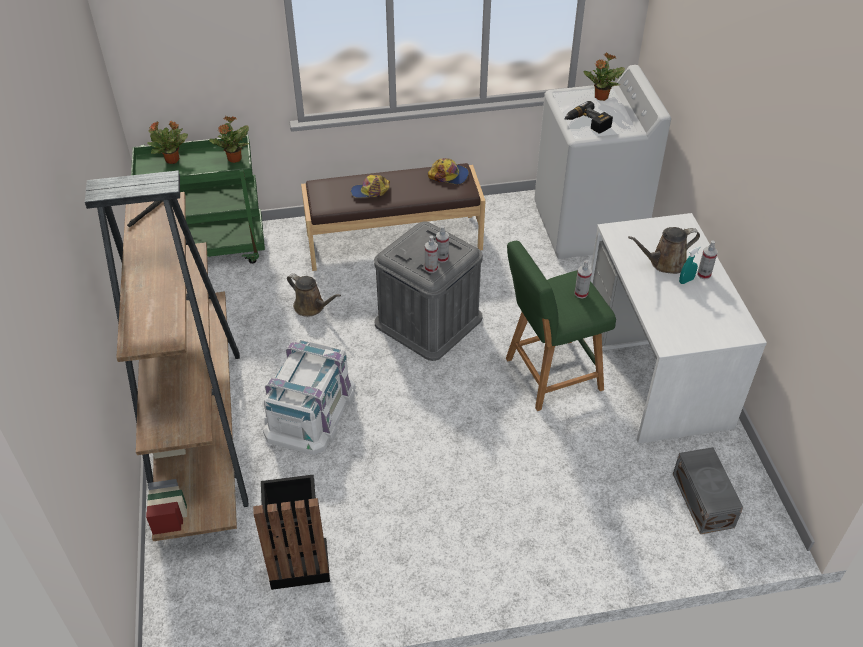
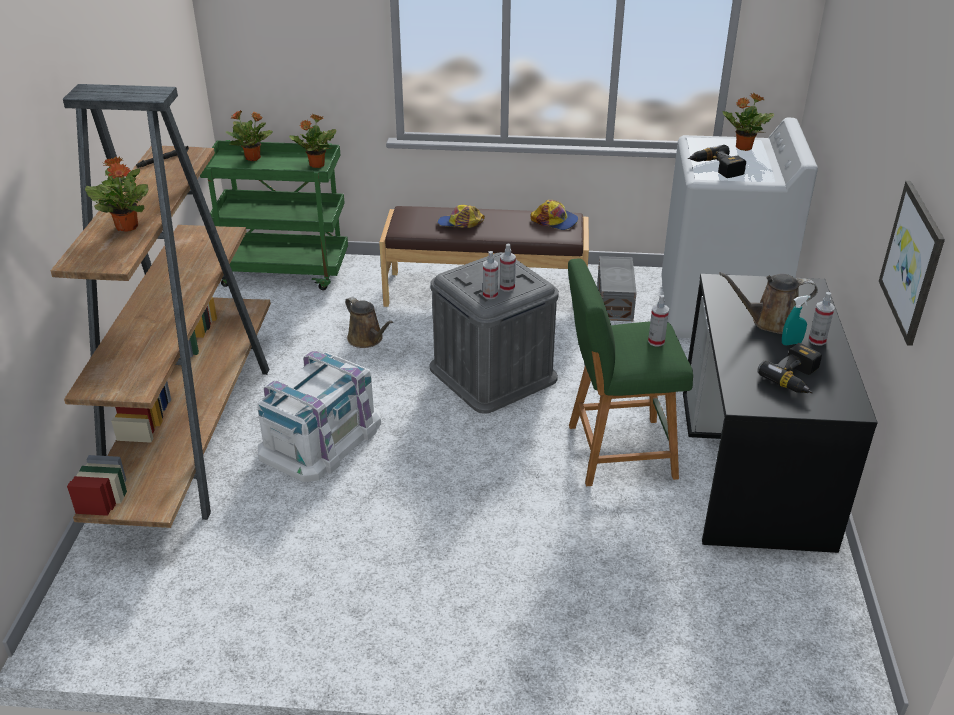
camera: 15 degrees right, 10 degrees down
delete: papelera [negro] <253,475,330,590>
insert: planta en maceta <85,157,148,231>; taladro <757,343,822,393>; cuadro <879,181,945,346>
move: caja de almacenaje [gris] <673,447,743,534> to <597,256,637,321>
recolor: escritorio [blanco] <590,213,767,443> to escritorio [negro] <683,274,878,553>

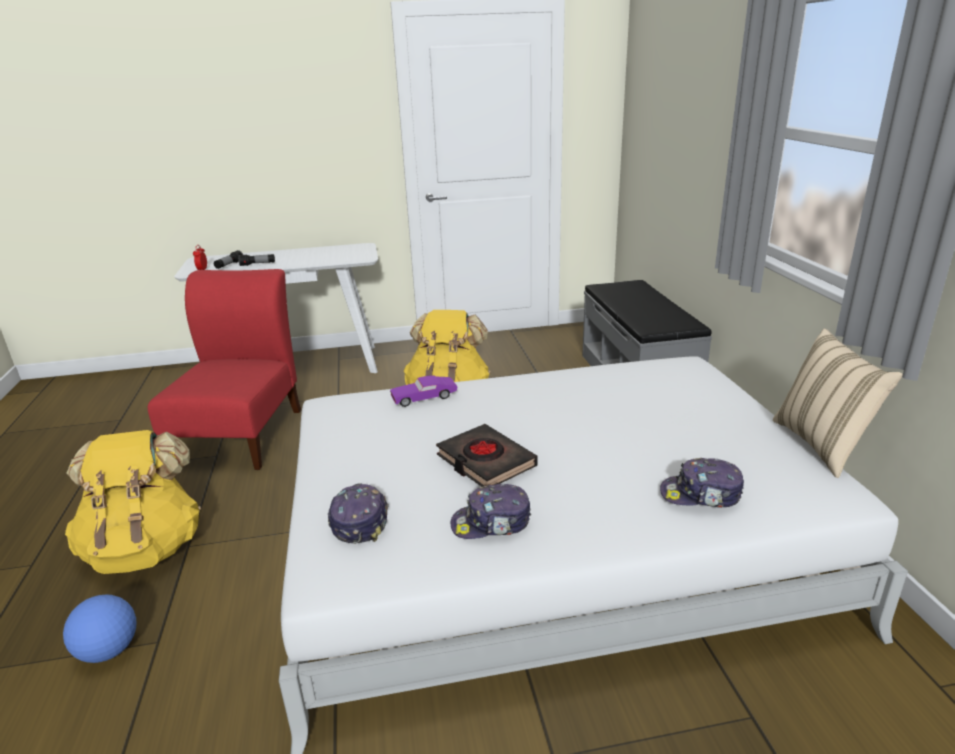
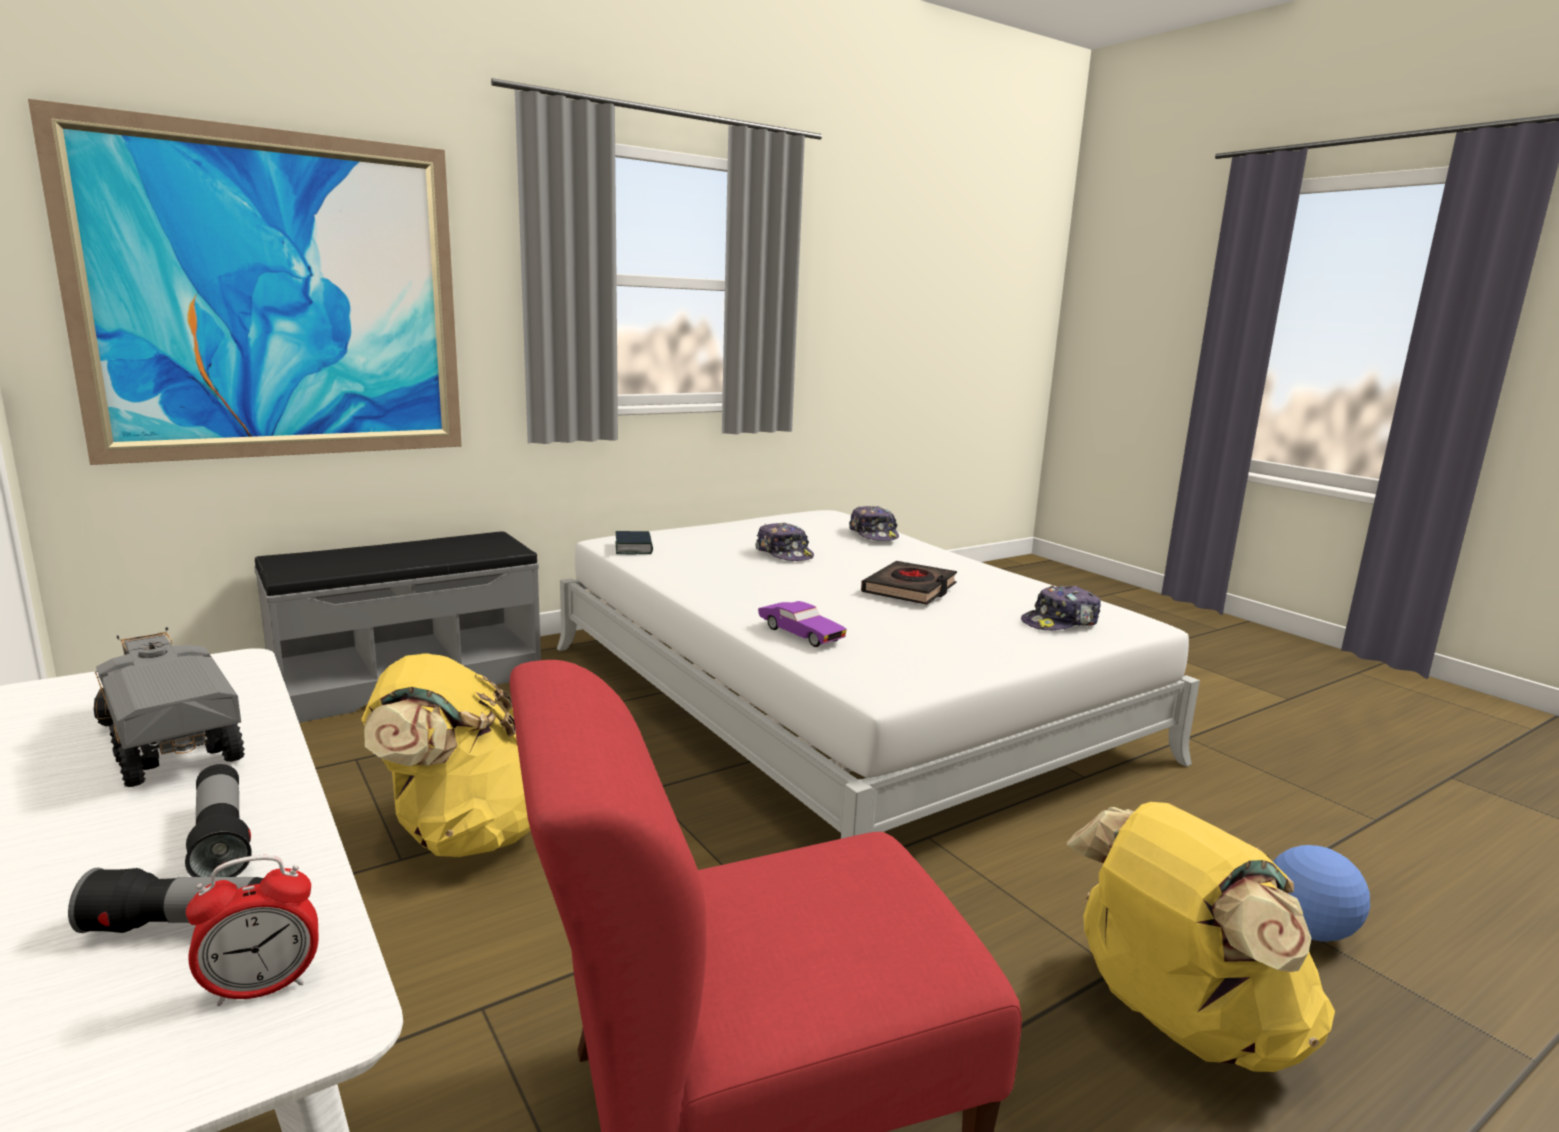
camera: 115 degrees left, 10 degrees down
delete: cojín [beis] <773,328,903,478>
insert: cuadro <28,99,462,465>; camión de juguete <94,627,245,787>; libro <615,531,653,554>
move: gorra <451,484,531,539> to <756,523,814,561>

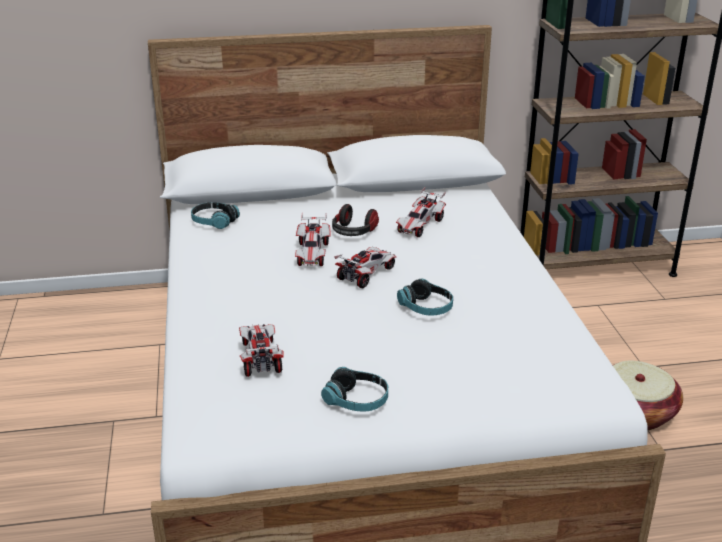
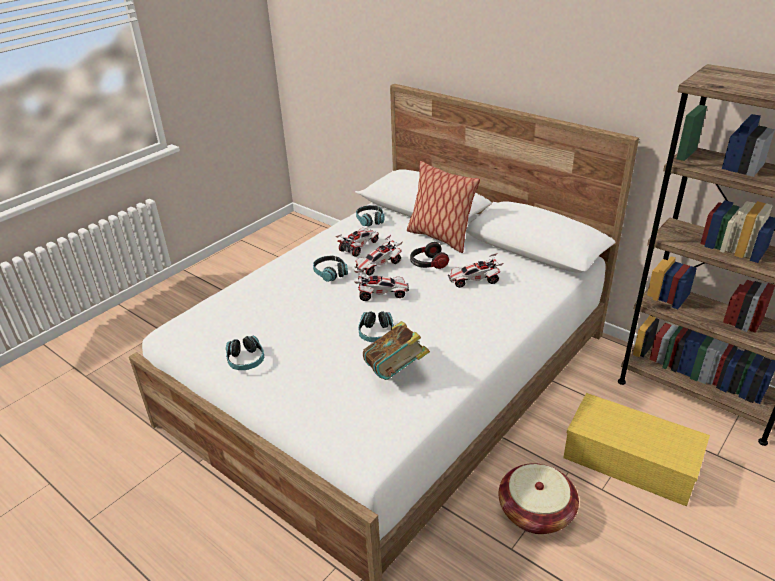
camera: 50 degrees right, 5 degrees up
insert: auriculares <313,256,348,282>; libro <363,321,430,380>; cojín <407,161,480,253>; caja de almacenaje [amarillo] <563,393,710,507>
move: coche de juguete <239,324,284,377> to <336,228,379,257>

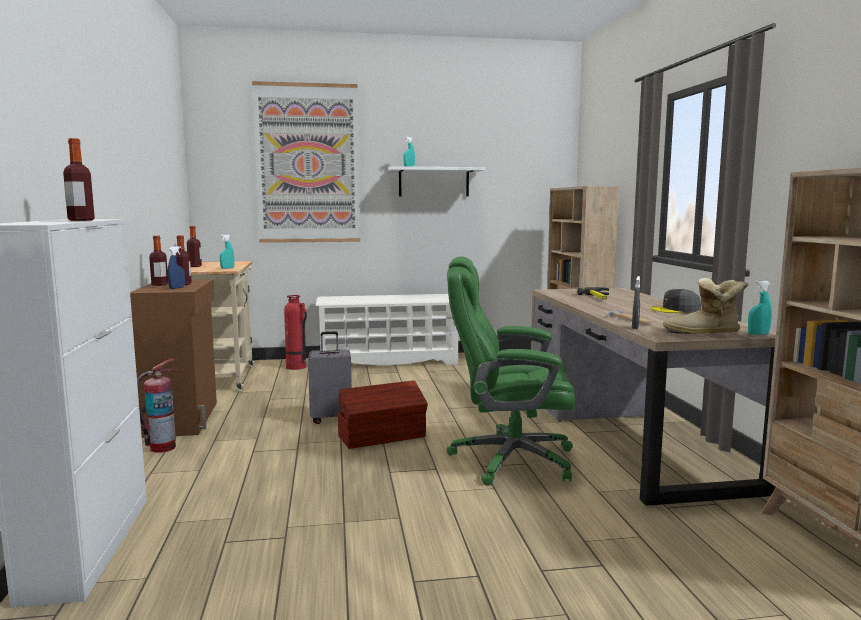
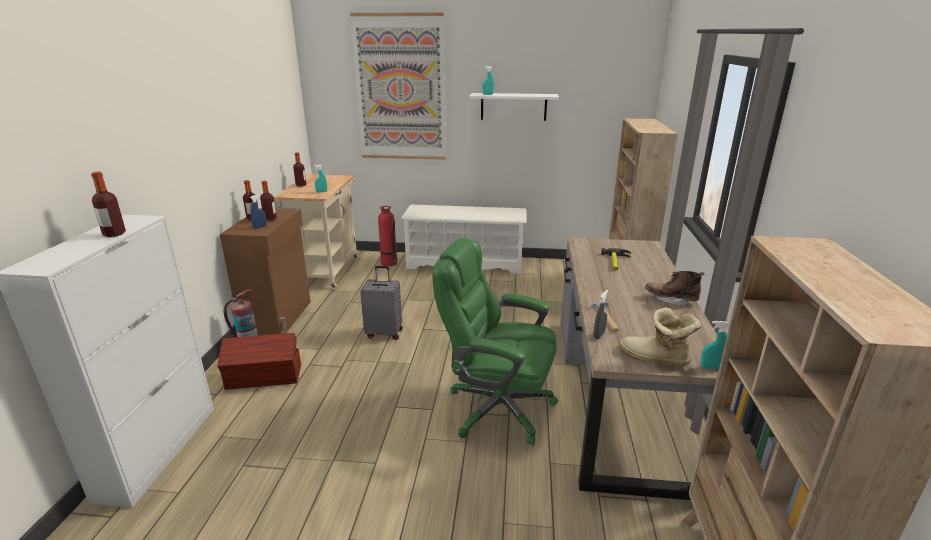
camera: 15 degrees right, 15 degrees up
move: caja de almacenaje [marrón] <338,380,428,449> to <217,333,301,390>
replace: gorra [gris] <650,289,701,313> to bota [marrón] <645,271,705,307>

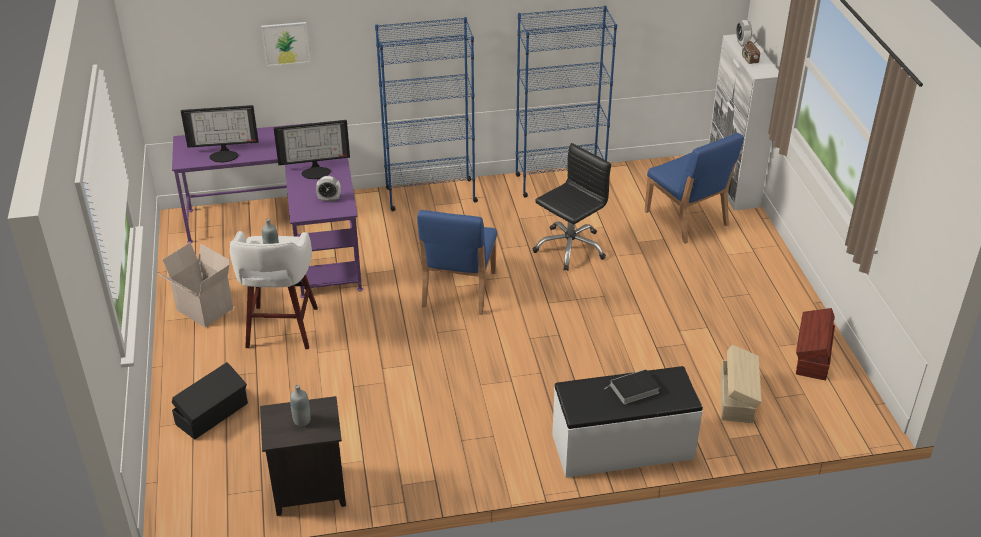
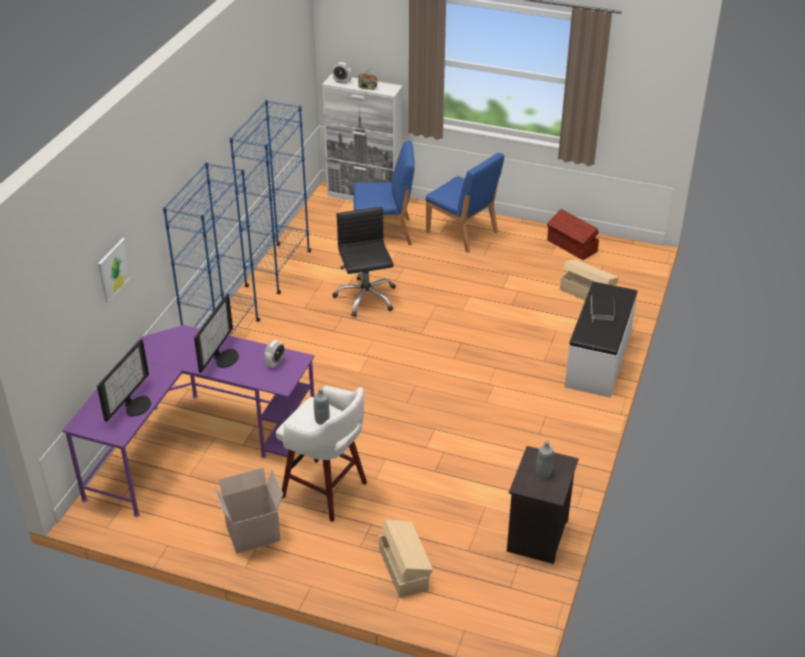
camera: 60 degrees left, 0 degrees up
move: silla [azul] <417,210,497,315> to <425,153,504,253>
recolor: caja de almacenaje [negro] <172,362,248,439> to caja de almacenaje [beis] <379,520,433,598>

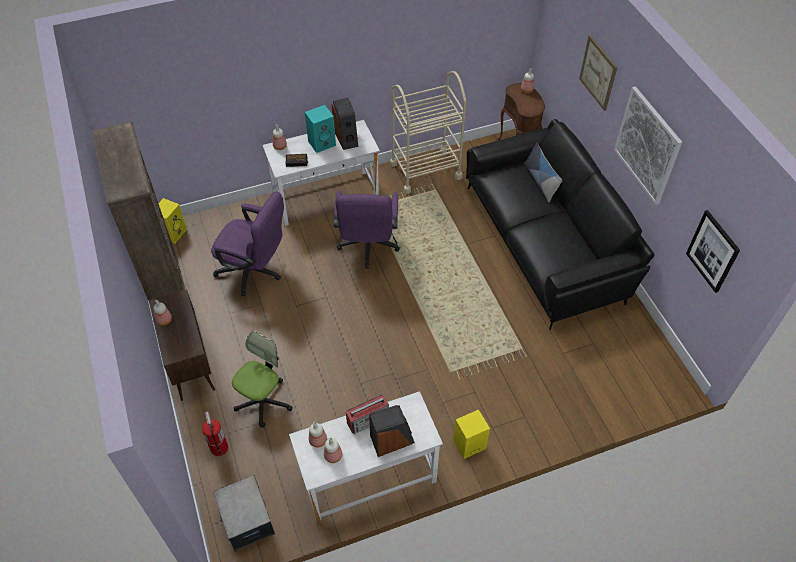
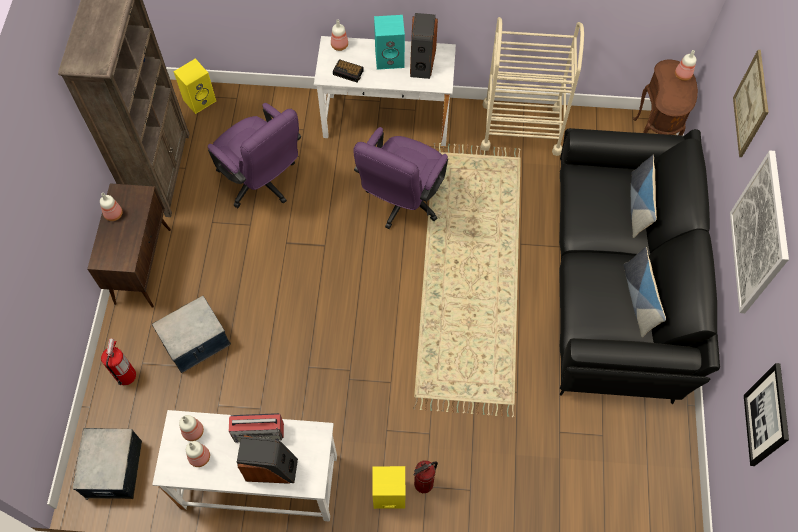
camera: 25 degrees right, 10 degrees up
insert: extintor <413,460,438,493>; cojín <623,247,666,337>
replace: silla de oficina <232,331,293,428> to caja de almacenaje <152,296,231,373>

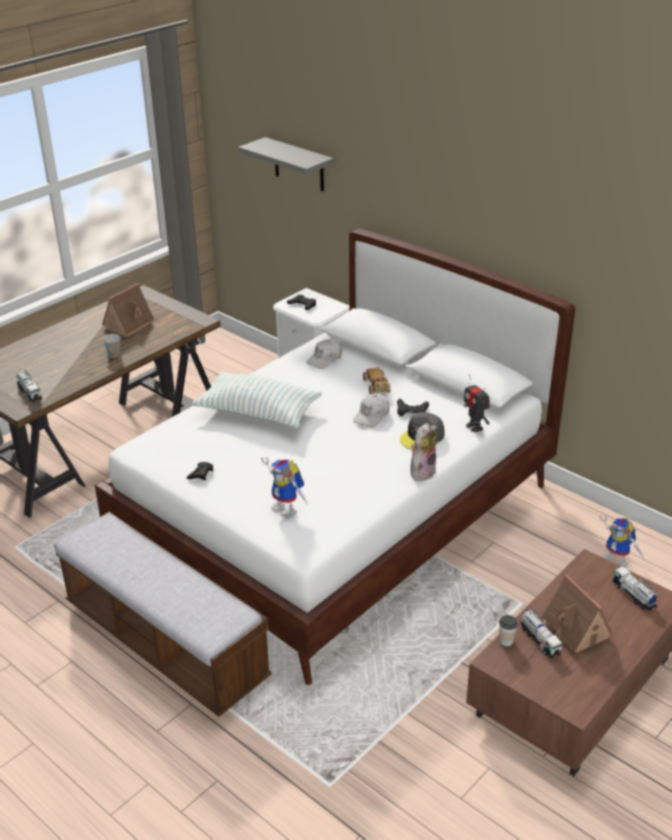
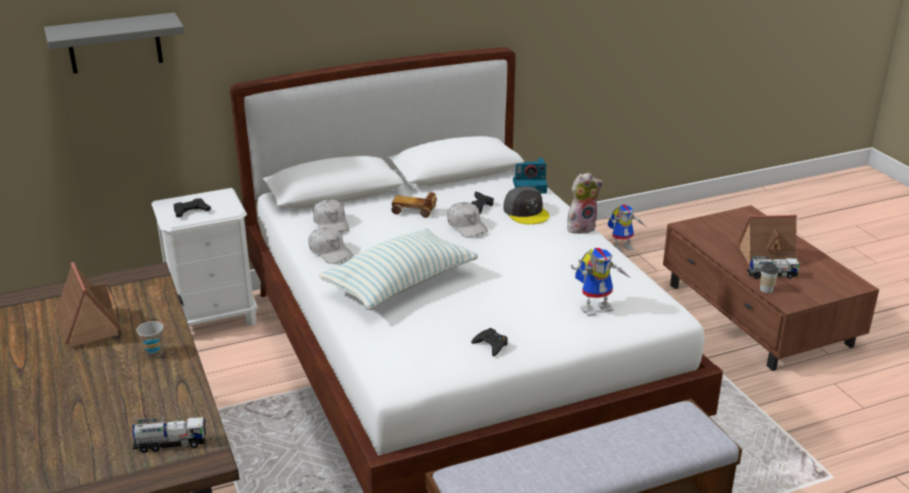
camera: 65 degrees left, 5 degrees down
delete: camión de juguete <613,566,657,611>
insert: gorra [blanco] <308,227,353,264>
replace: robot de juguete <464,374,490,432> to cámara <513,158,547,194>
rotate: peluche <410,423,437,481> = <567,172,603,234> 90 degrees clockwise

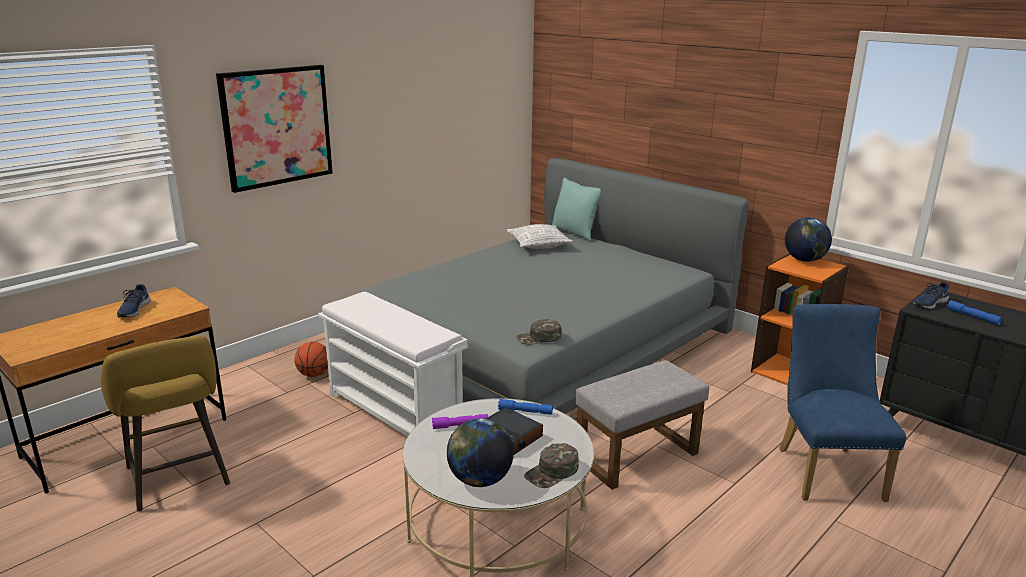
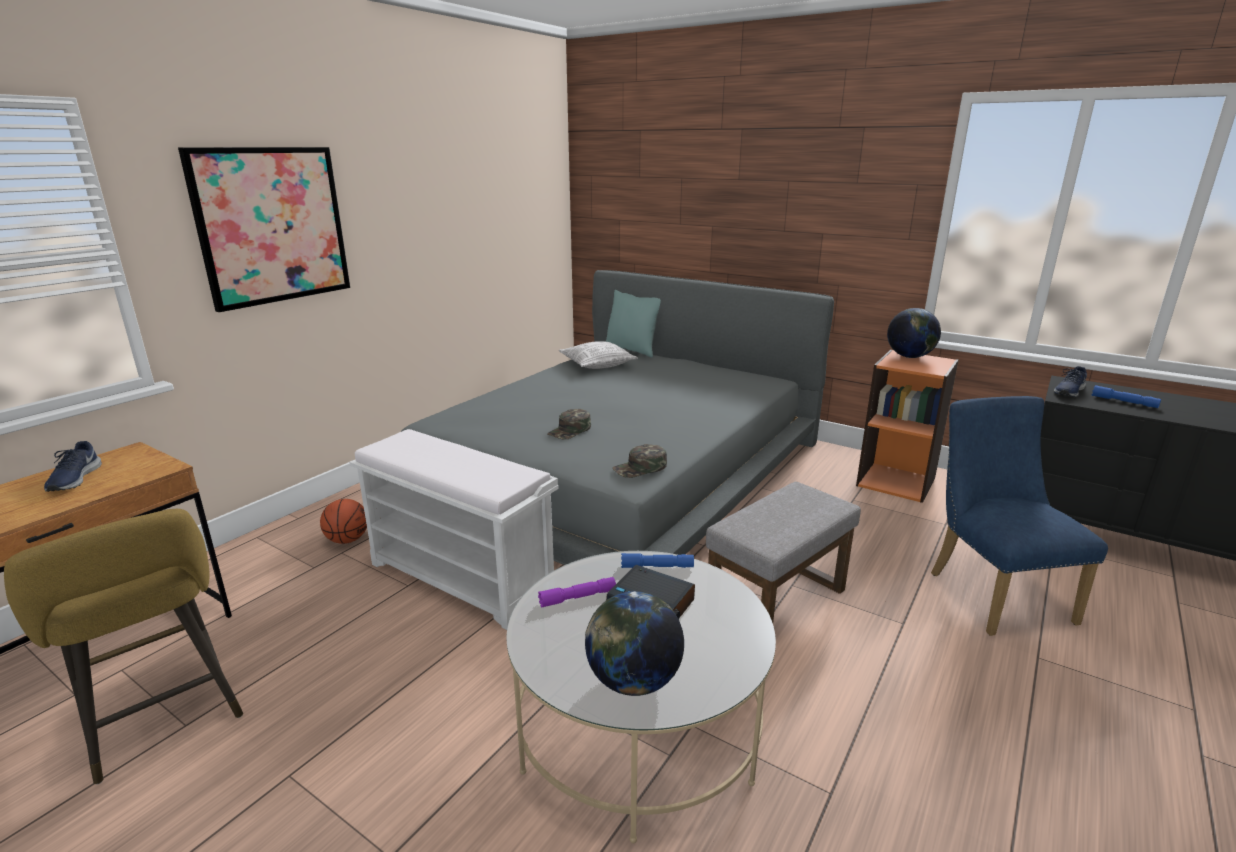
camera: 10 degrees left, 0 degrees up
move: gorra [verde] <524,443,579,488> to <547,409,591,440>

